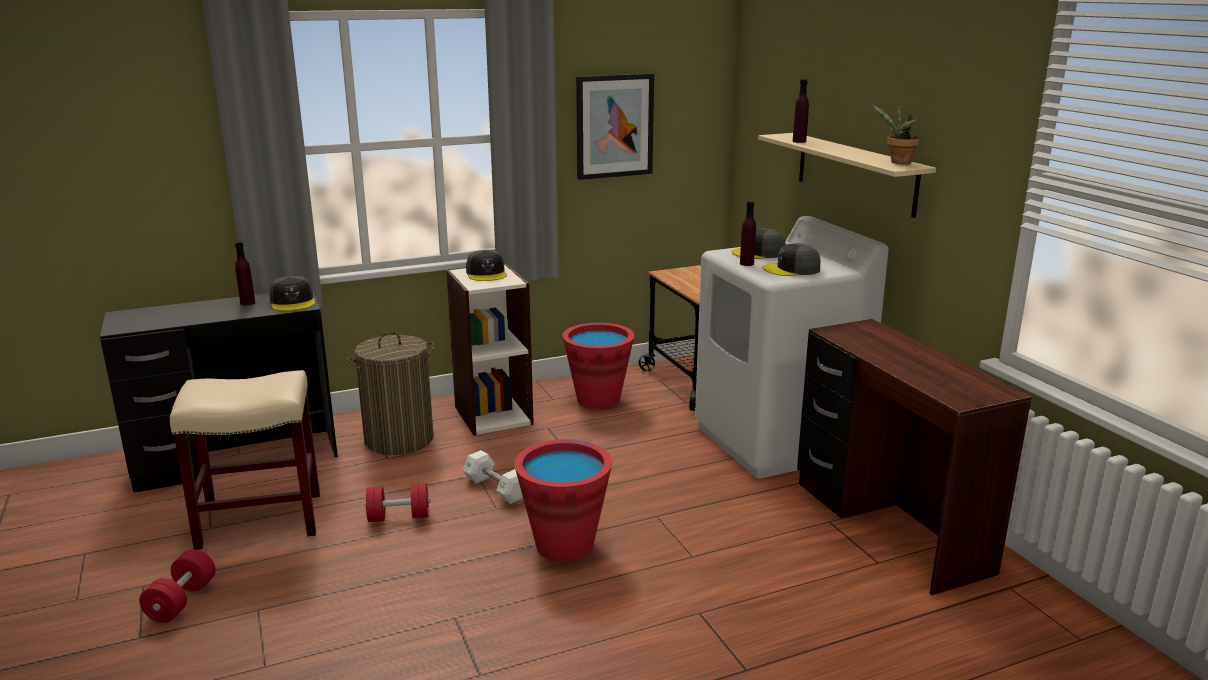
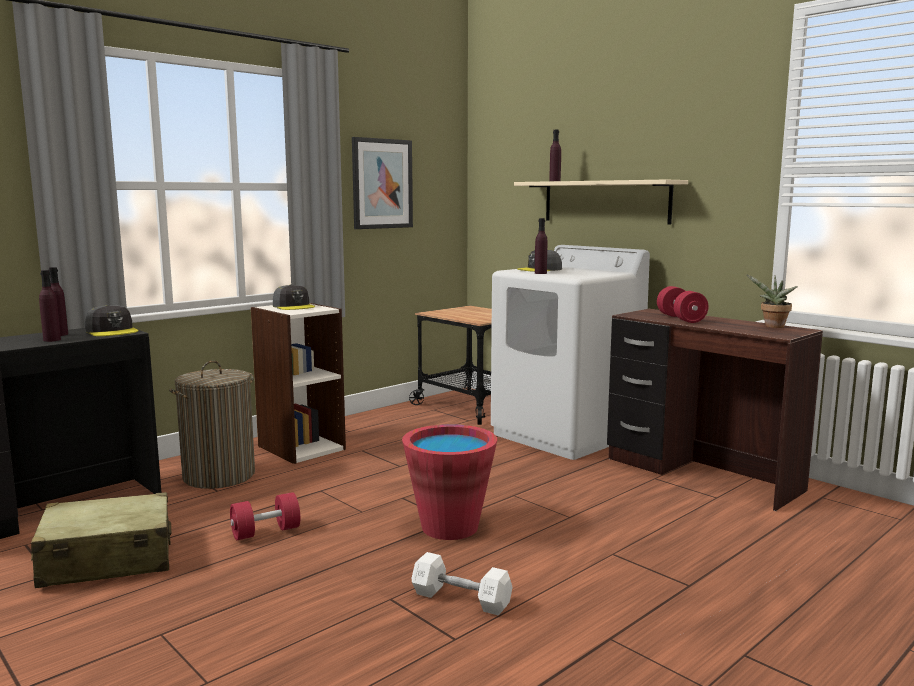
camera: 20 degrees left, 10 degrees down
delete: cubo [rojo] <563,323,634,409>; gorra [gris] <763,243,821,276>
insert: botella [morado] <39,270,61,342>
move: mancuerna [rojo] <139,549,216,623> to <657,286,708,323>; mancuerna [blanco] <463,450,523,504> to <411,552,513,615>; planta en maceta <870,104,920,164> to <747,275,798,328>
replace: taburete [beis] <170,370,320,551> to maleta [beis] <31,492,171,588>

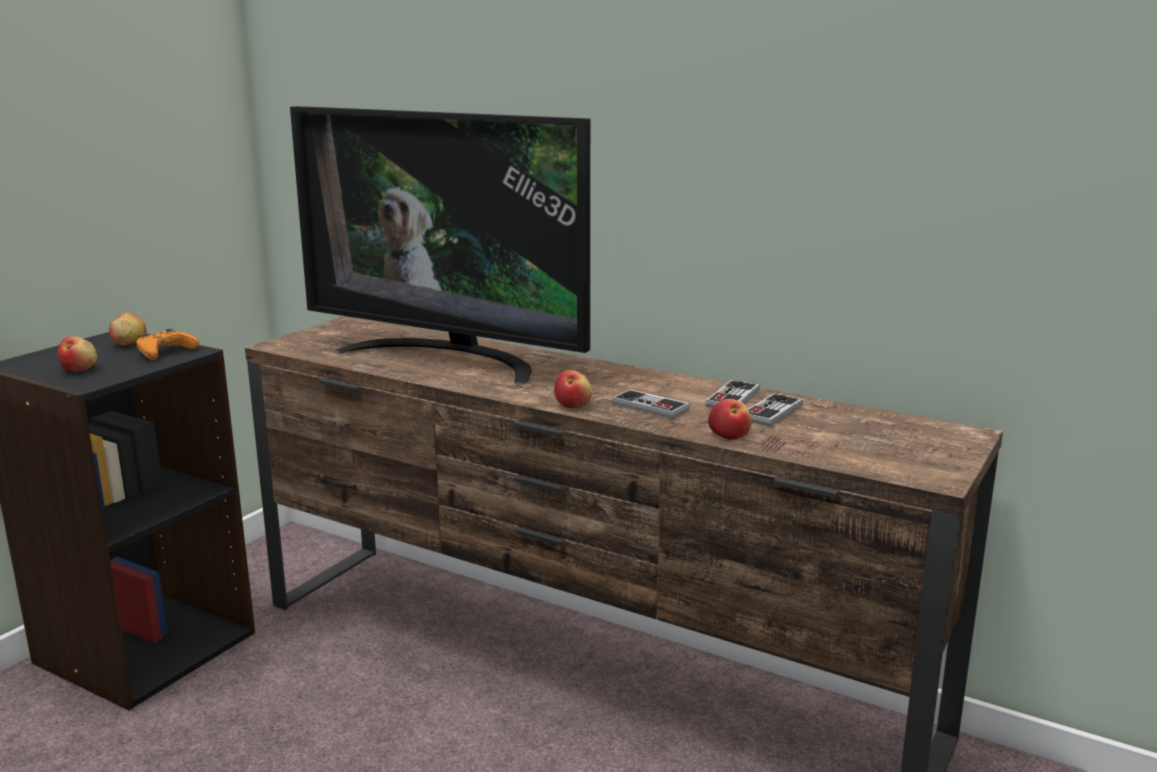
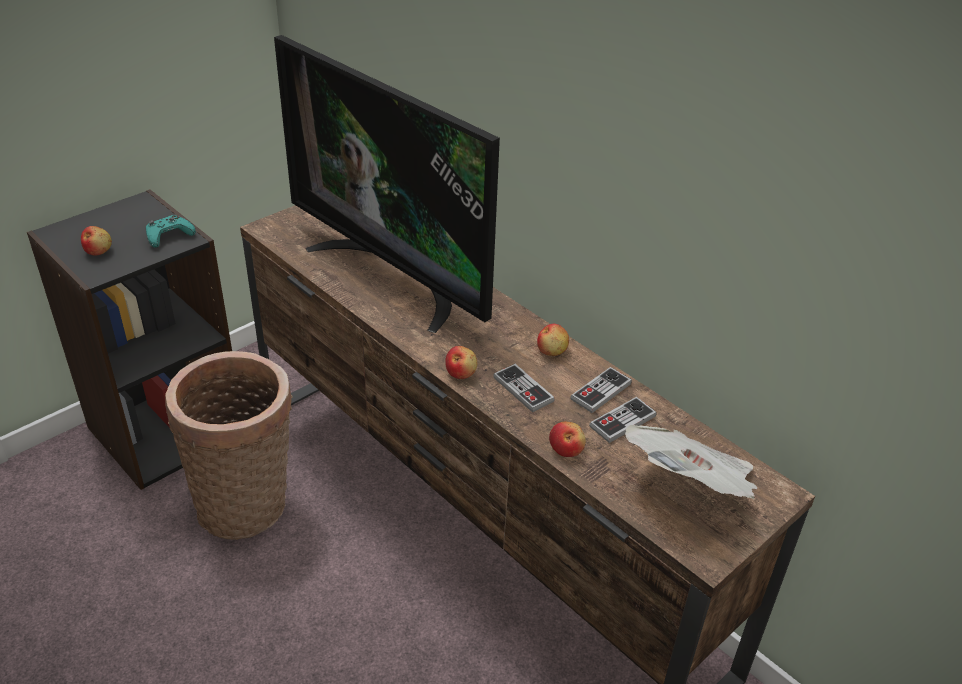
camera: 15 degrees right, 20 degrees up
insert: cesta <165,351,293,540>; periódico <625,425,758,499>
move: manzana <109,312,146,345> to <537,324,569,356>
recolor: mando de consola [naranja] <136,328,199,360> to mando de consola [turquesa] <146,215,196,248>

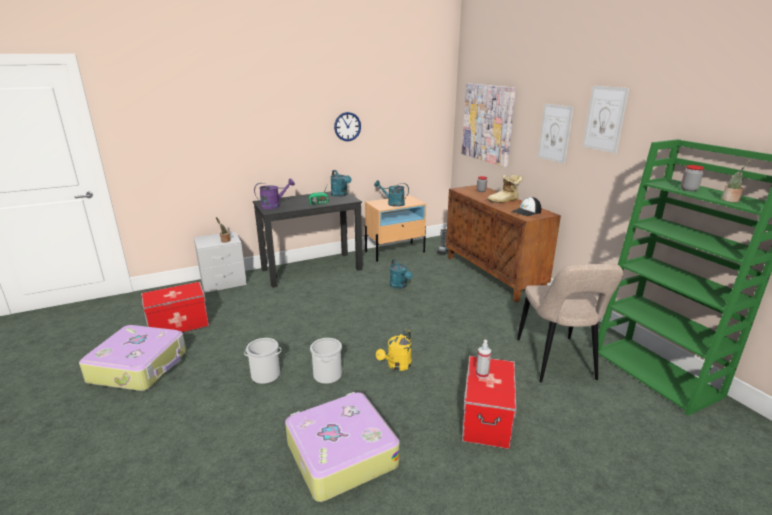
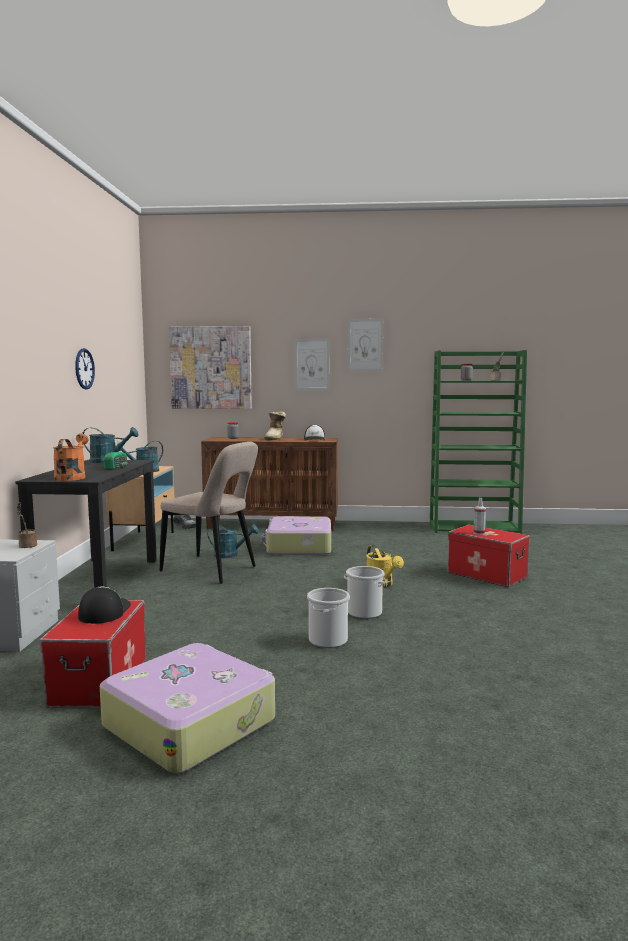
camera: 60 degrees left, 15 degrees down
insert: gorra <78,587,131,624>
move: maleta <285,392,400,502> to <261,517,331,555>; silla [beis] <517,264,623,383> to <160,442,258,584>
recolor: regadera [morado] <254,178,295,209> to regadera [naranja] <53,434,89,481>

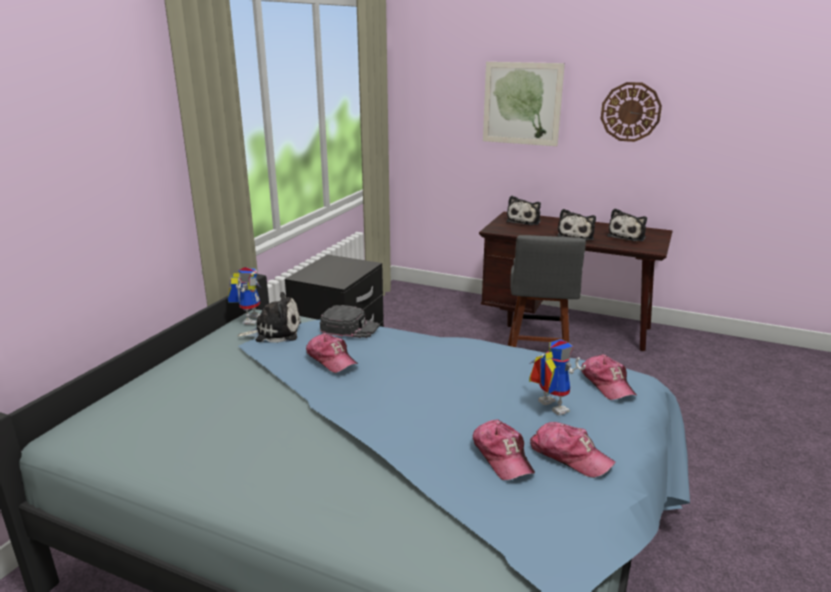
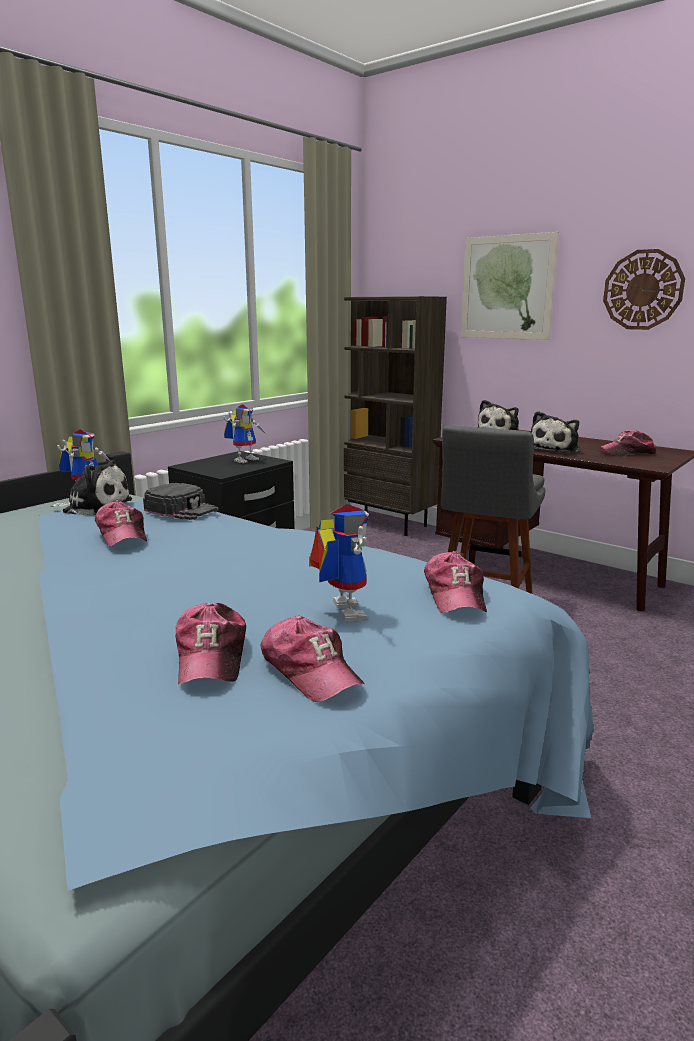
camera: 15 degrees right, 5 degrees down
insert: robot de juguete <224,404,266,463>; estantería [marrón] <344,296,447,536>
replace: peluche <607,208,647,241> to gorra <599,430,656,457>

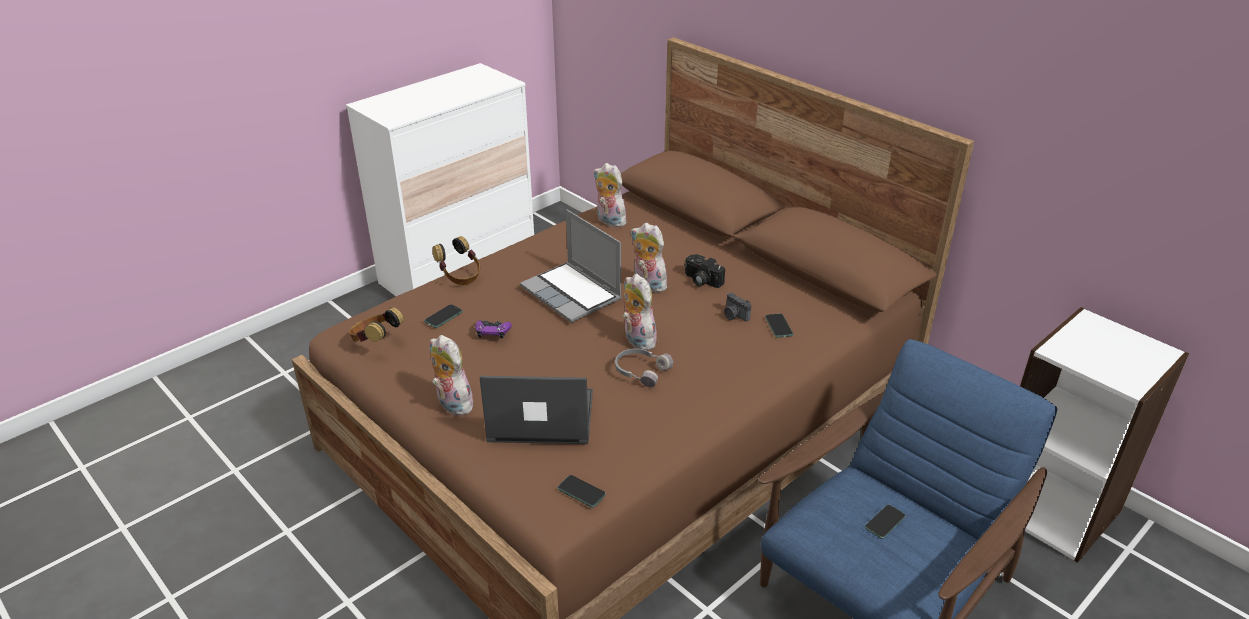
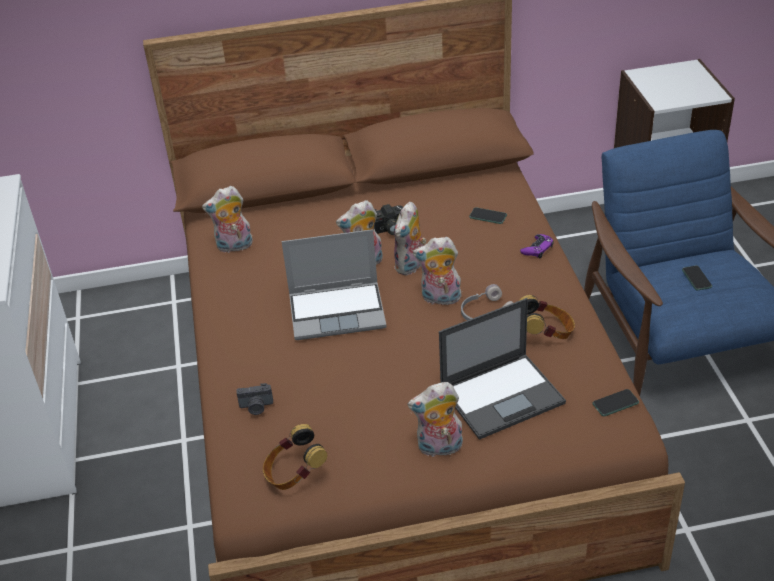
camera: 55 degrees left, 5 degrees up
delete: móvil <424,304,463,328>
insert: peluche <394,202,426,275>
move: auriculares <432,236,480,285> to <519,295,575,339>; mando de consola [morado] <475,320,512,339> to <520,234,554,259>; cámara <724,292,751,322> to <237,383,273,415>
rotate: portátil <479,376,593,444> = <439,298,566,440> 150 degrees counterclockwise

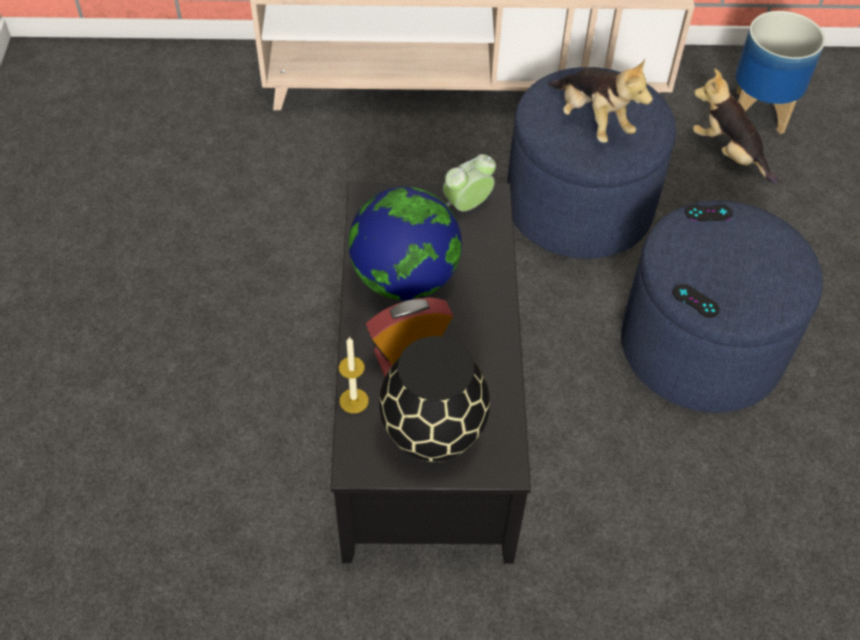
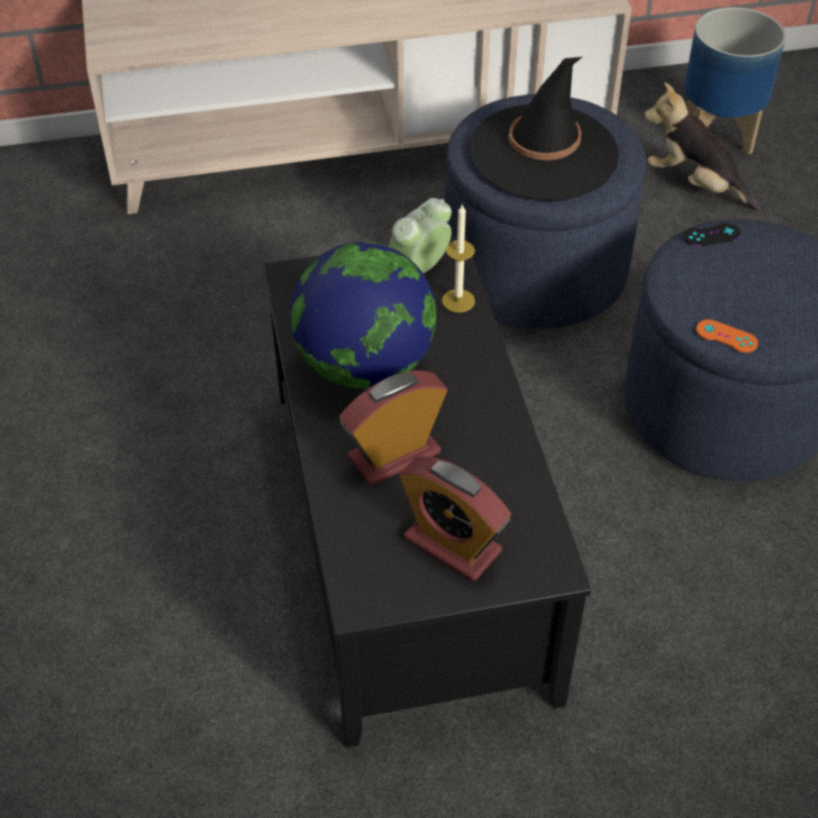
camera: 10 degrees left, 5 degrees down
move: vela <339,336,369,413> to <442,203,475,313>
replace: florero [negro] <379,336,490,463> to despertador <400,456,511,581>; peluche <548,59,653,143> to sombrero [negro] <470,57,619,201>
recolor: mando de consola [negro] <673,284,720,318> to mando de consola [naranja] <696,319,758,353>

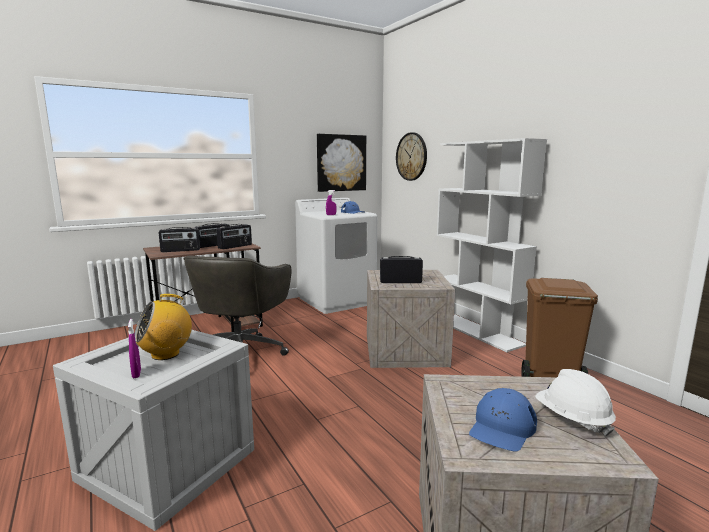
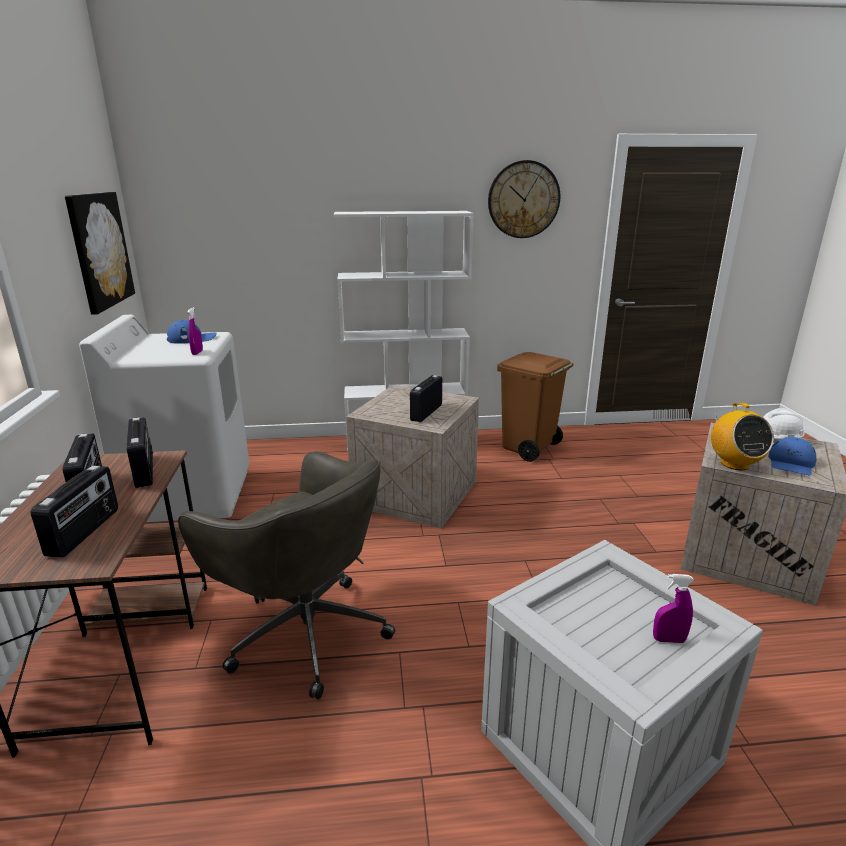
camera: 65 degrees left, 10 degrees up
move: radio <135,294,192,360> to <711,403,774,470>; reloj de pared <396,132,427,181> to <488,160,560,238>
rotate: gorra [azul] <469,388,537,452> = <768,437,817,476> 60 degrees clockwise

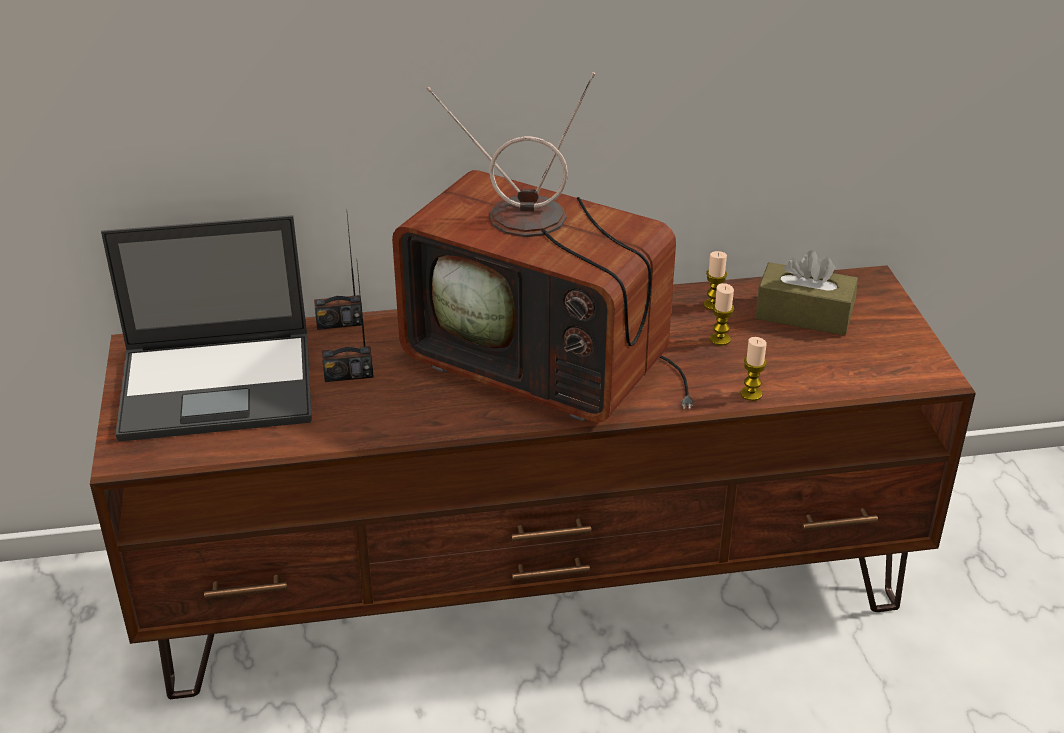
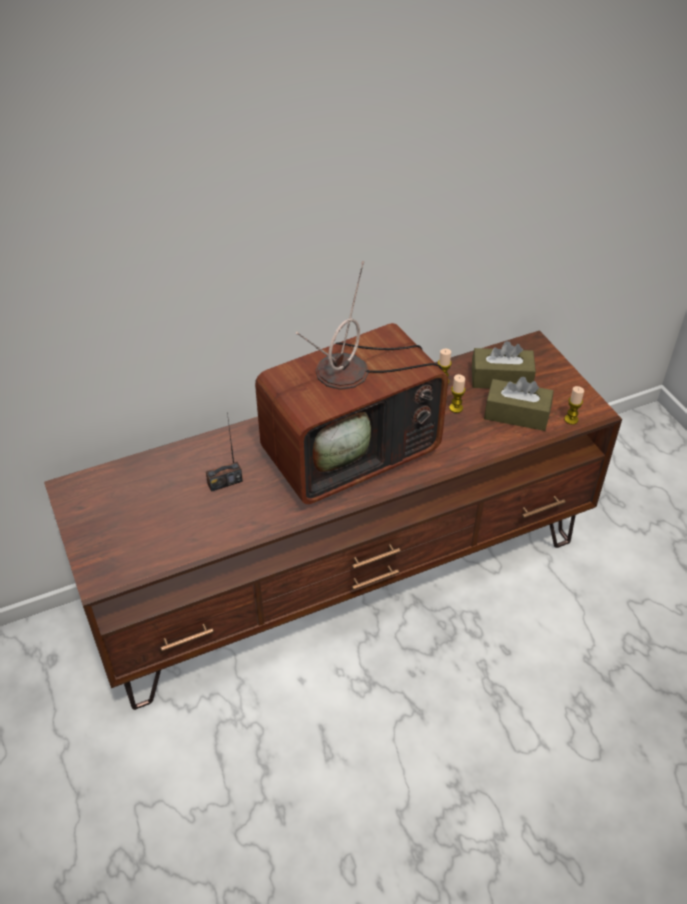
camera: 15 degrees left, 10 degrees up
delete: portátil <101,215,312,442>; radio <314,215,363,330>
insert: caja de pañuelos [marrón] <484,377,554,431>
move: vela <740,337,767,401> to <564,386,584,425>
rotate: televisor <392,72,693,423> = <255,261,448,504> 45 degrees counterclockwise

